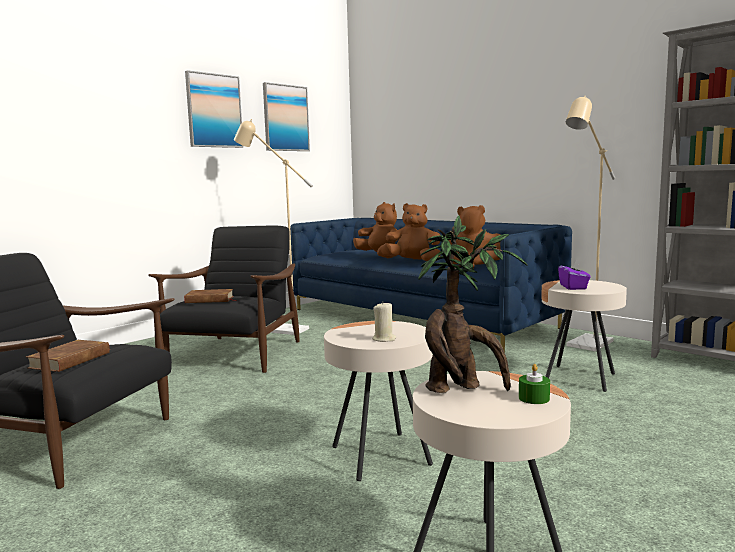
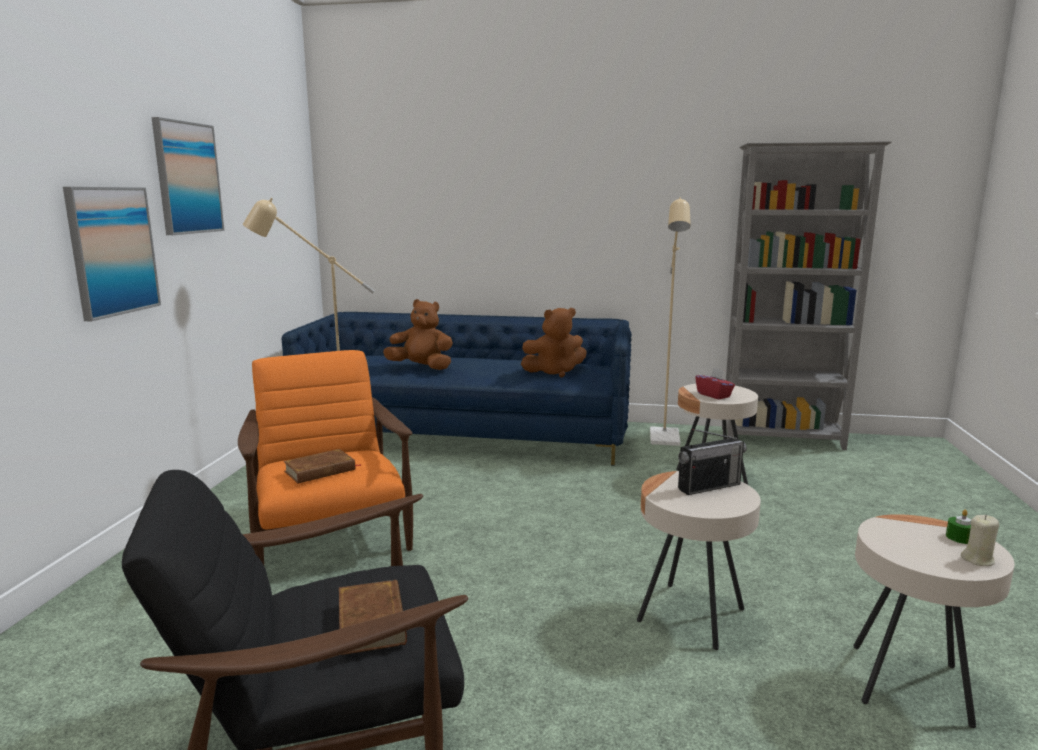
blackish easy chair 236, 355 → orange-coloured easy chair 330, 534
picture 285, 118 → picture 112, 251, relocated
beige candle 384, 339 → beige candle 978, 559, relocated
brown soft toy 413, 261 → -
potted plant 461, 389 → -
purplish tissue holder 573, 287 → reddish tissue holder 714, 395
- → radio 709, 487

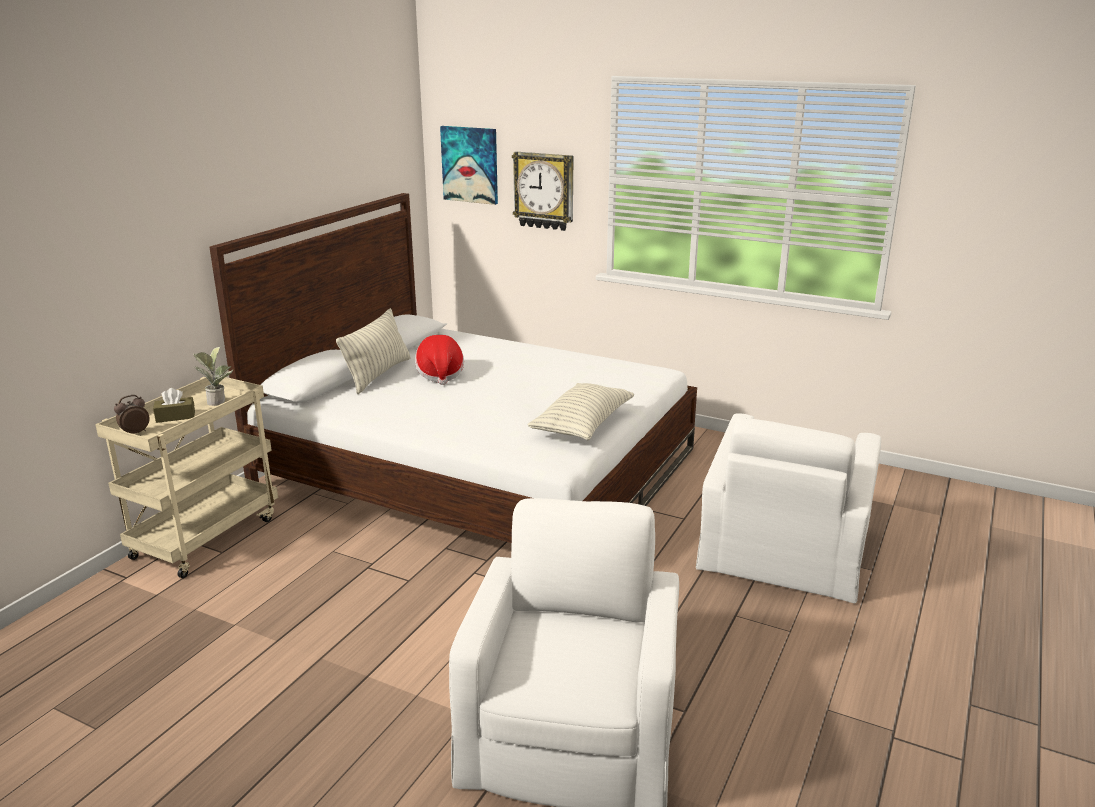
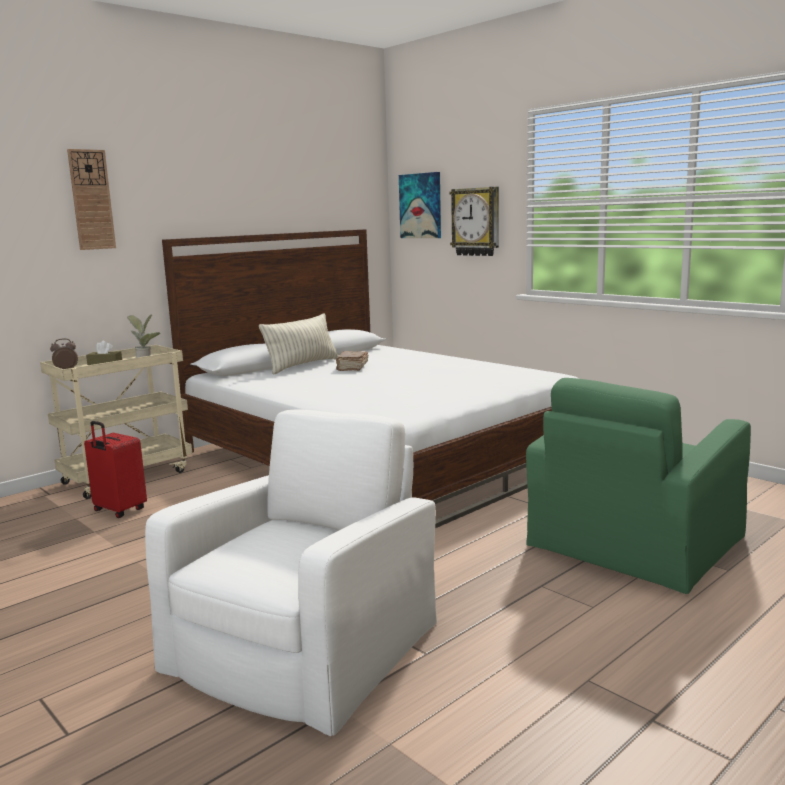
clothing hat 440, 374 → brown bound book 352, 367
cushion 582, 425 → -
white easy chair 784, 550 → green easy chair 634, 542
- → hanging clock 91, 200
- → reddish suitcase 119, 511

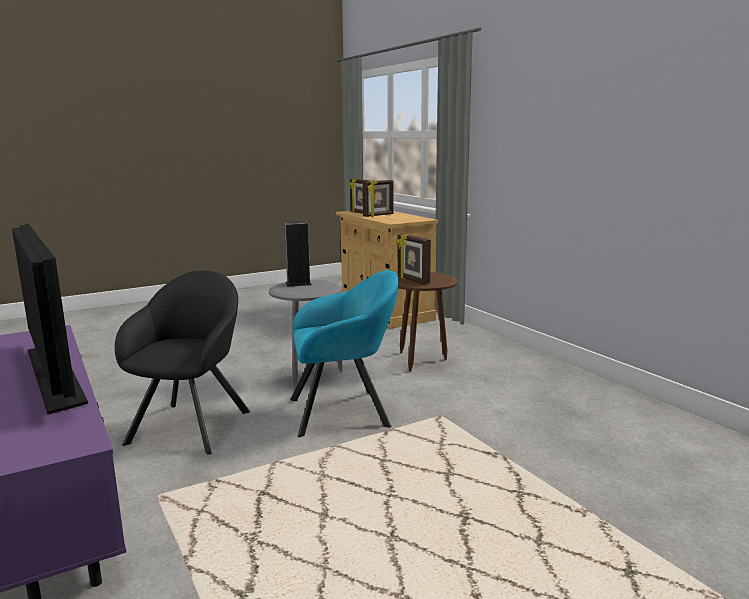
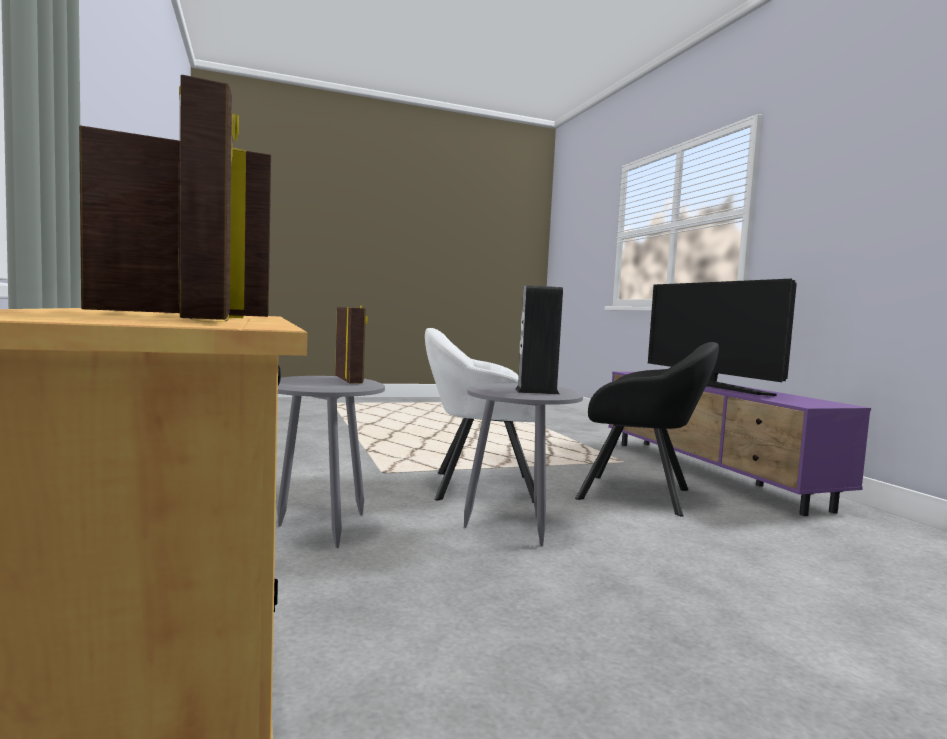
blackish easy chair 193, 424 → blackish easy chair 641, 495, 90 degrees counterclockwise
turquoise-coloured easy chair 345, 411 → white easy chair 477, 486
brown side table 422, 361 → gray side table 321, 528

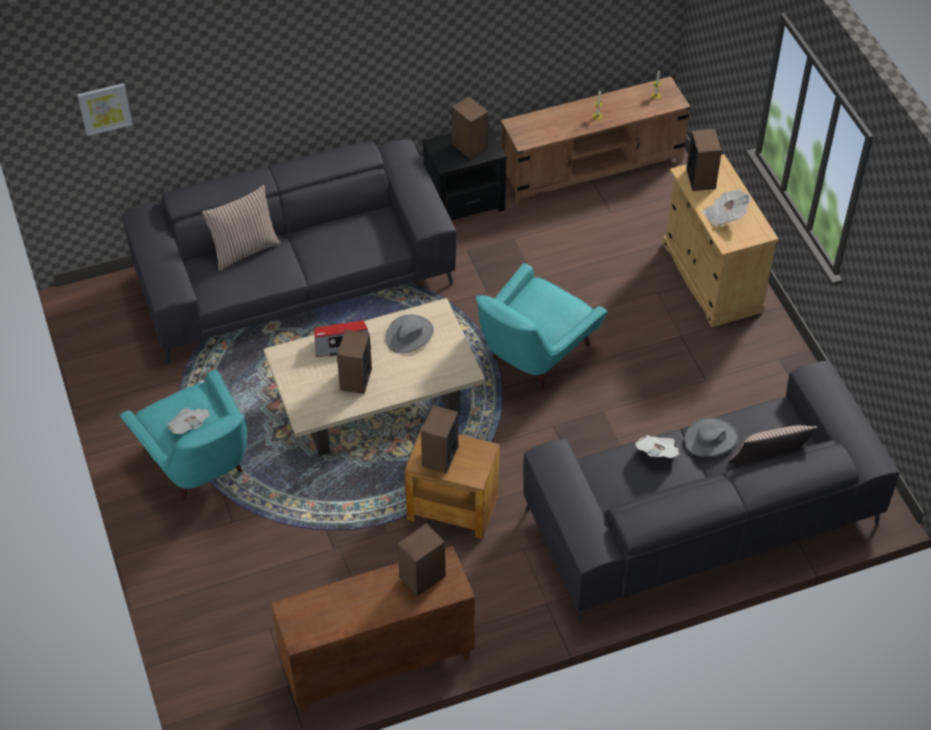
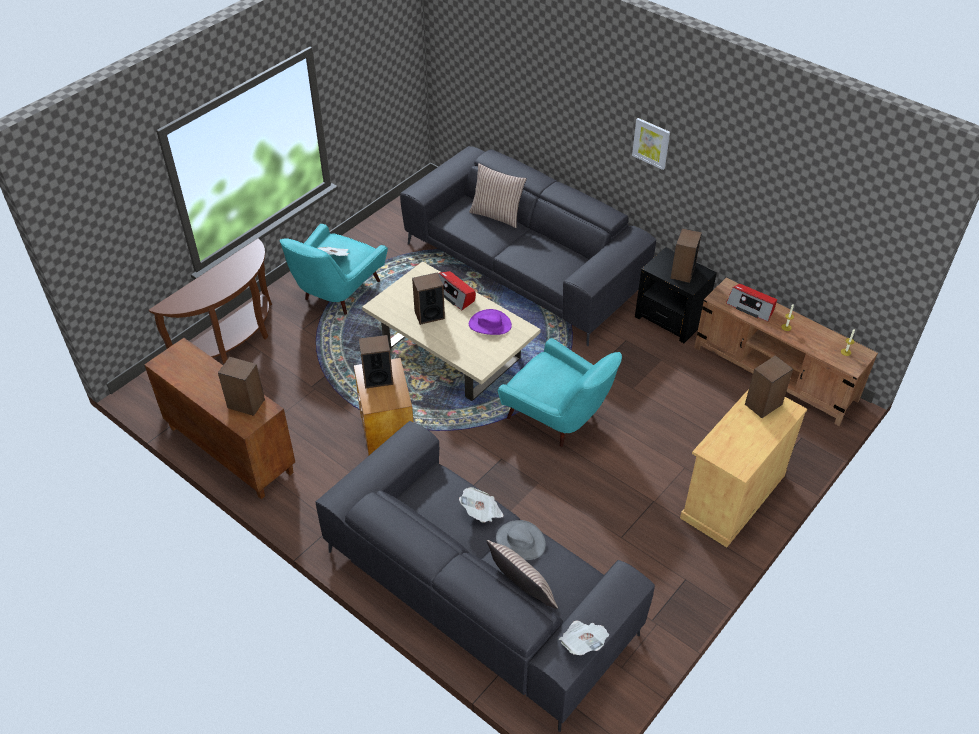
picture 104, 108 → picture 651, 143, relocated
gray clothing hat 409, 335 → purplish clothing hat 490, 324
turquoise-coloured easy chair 533, 356 → turquoise-coloured easy chair 558, 419, 150 degrees counterclockwise
printed paper 724, 215 → printed paper 582, 642, relocated
- → brown narrow table 233, 343
- → radio 751, 307

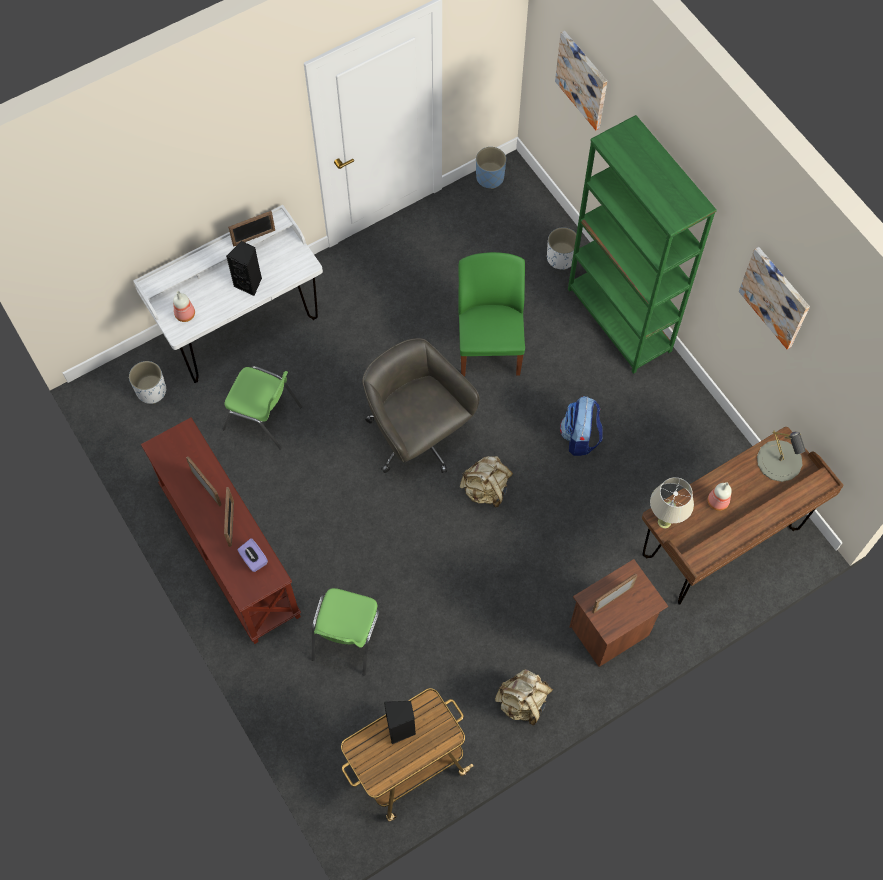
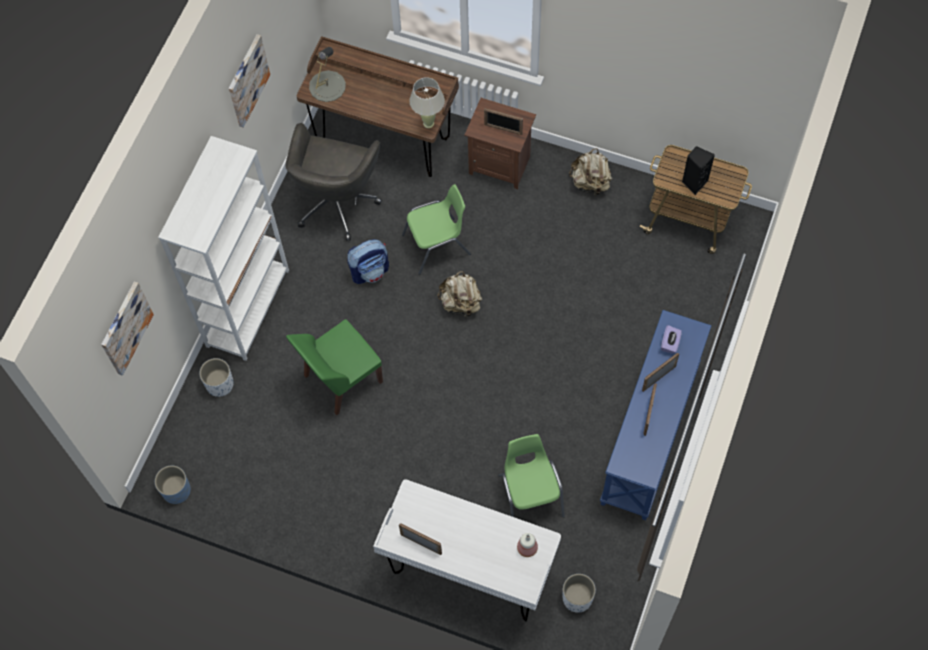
brown narrow table 229, 552 → bluish narrow table 651, 435
blackish audio speaker 249, 283 → -
green plain chair 347, 637 → green plain chair 437, 245, relocated
gray office chair 417, 437 → gray office chair 337, 201, relocated
green bookshelf 619, 320 → white bookshelf 248, 308
drink bottle 717, 502 → -

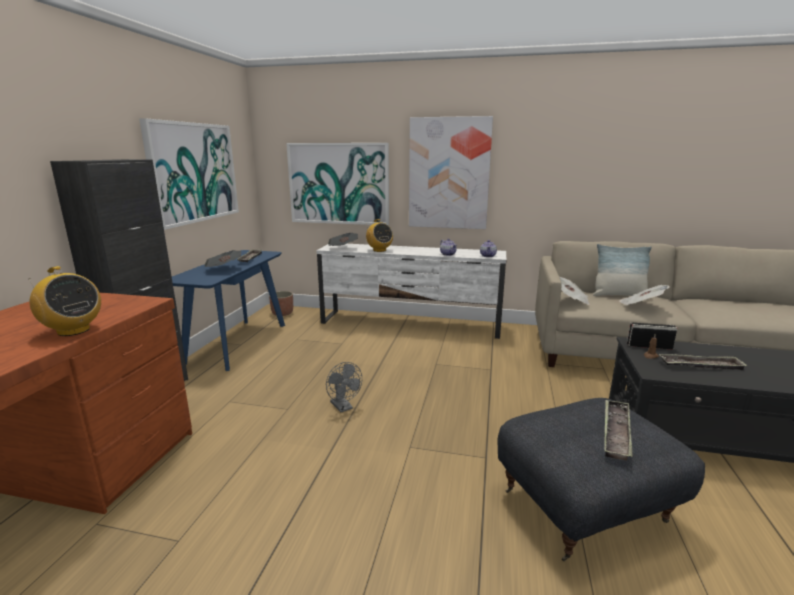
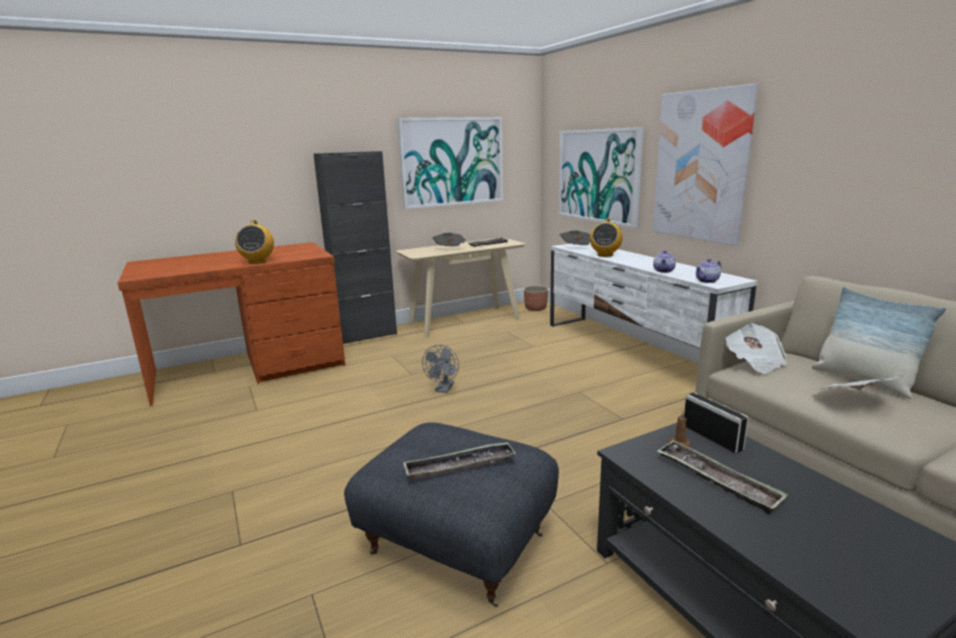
bluish narrow table 237, 343 → beige narrow table 464, 321

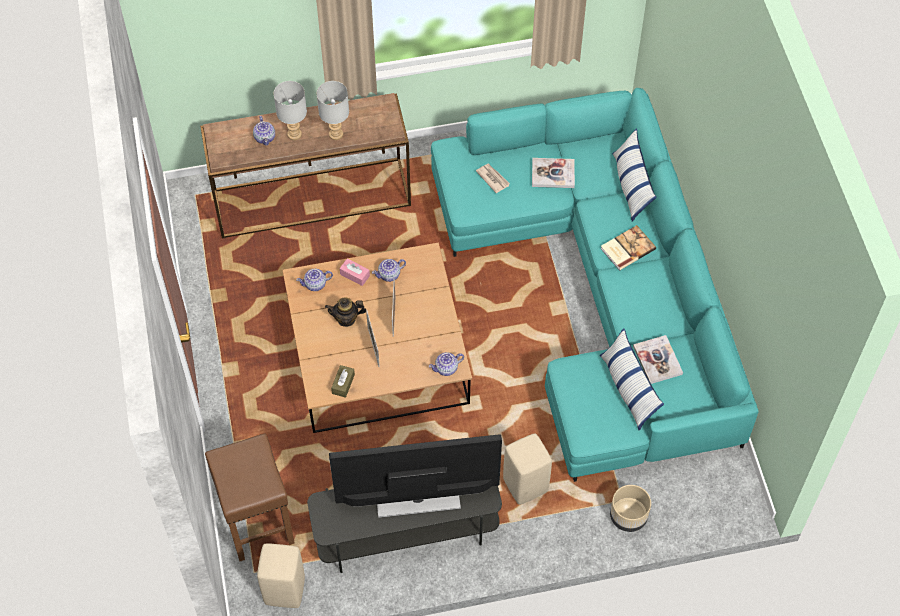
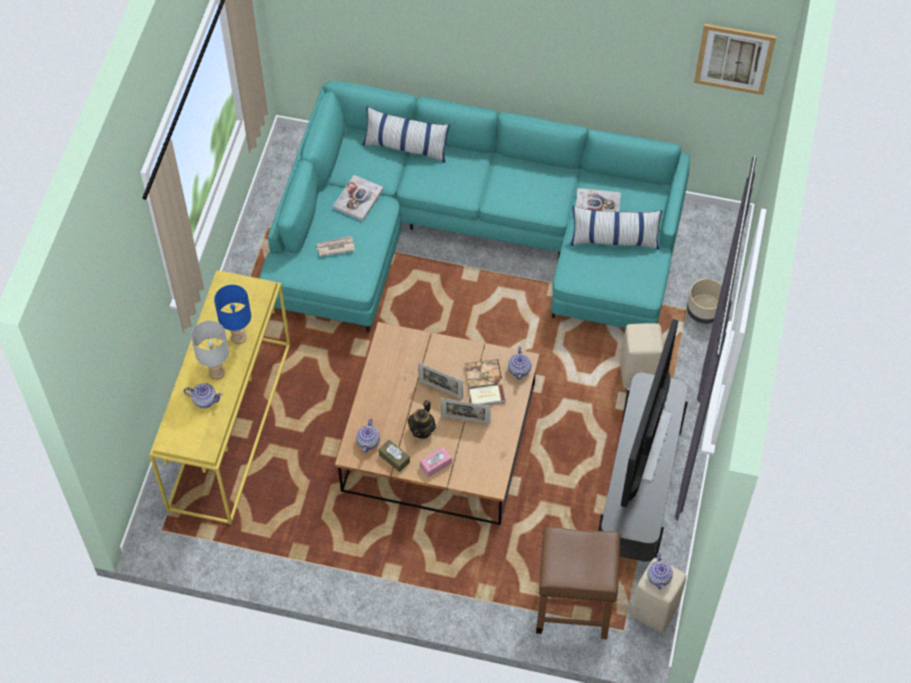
brown narrow table 313, 197 → yellow narrow table 229, 424
gray table lamp 336, 135 → bluish table lamp 239, 337
brown tissue holder 343, 384 → brown tissue holder 394, 458, relocated
pinkish tissue holder 355, 275 → pinkish tissue holder 436, 464, relocated
tea pot 389, 275 → tea pot 659, 577, relocated
bound book 627, 248 → bound book 484, 384, relocated
- → picture 734, 58

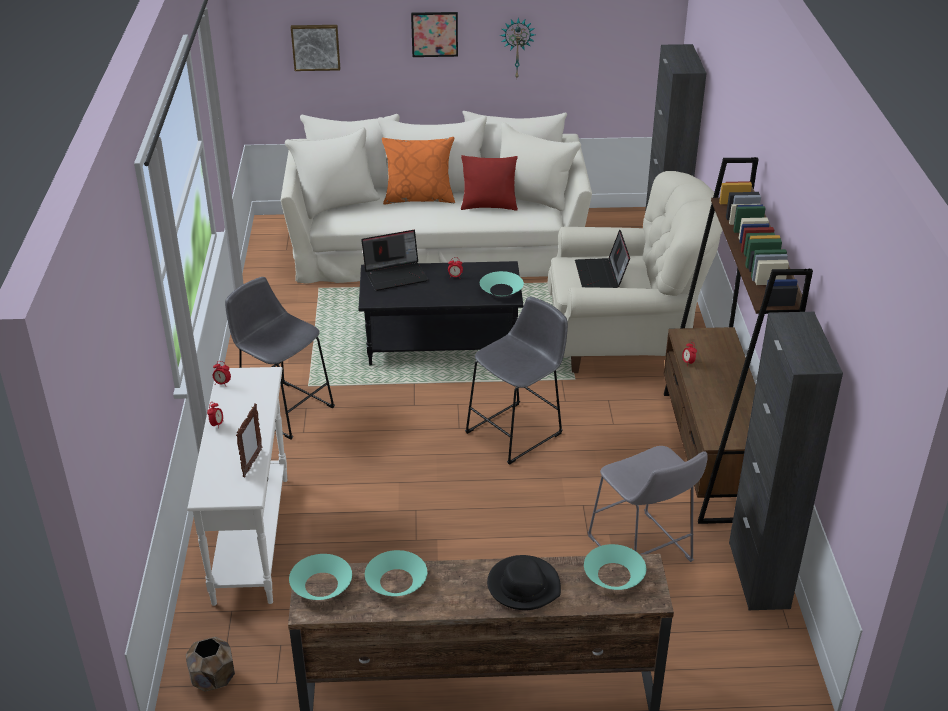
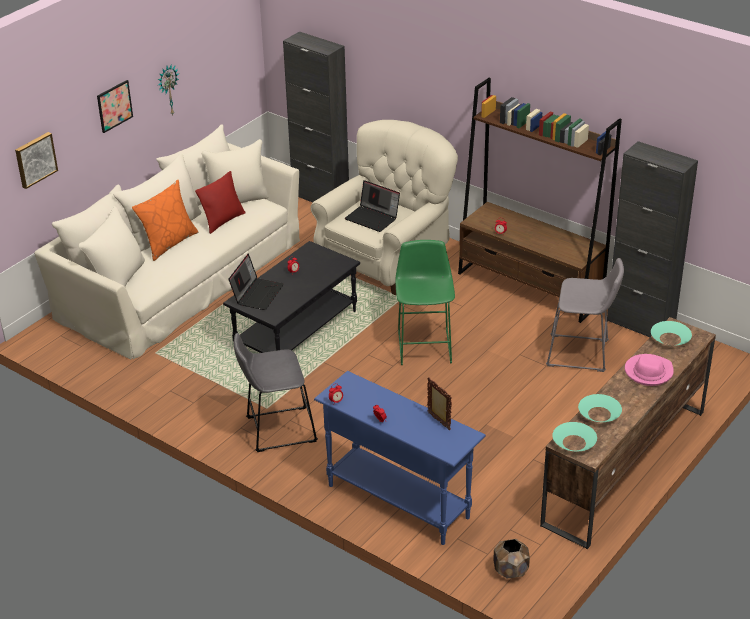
white narrow table 252, 538 → bluish narrow table 398, 501
gray sitting stool 518, 431 → green sitting stool 424, 344
turquoise-coloured deep dish 501, 290 → -
blackish clothing hat 523, 585 → pinkish clothing hat 648, 372

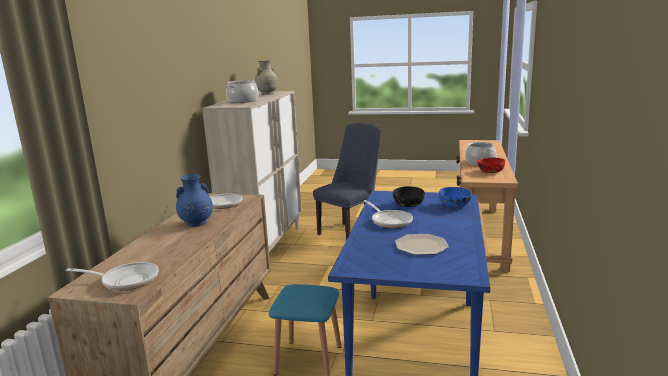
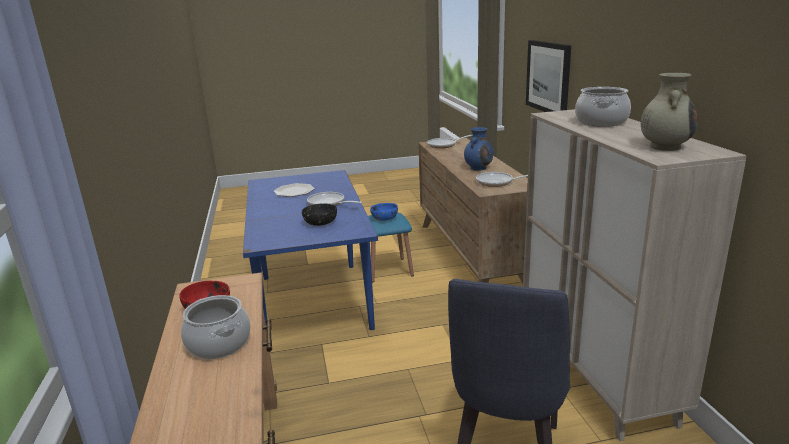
bluish deep dish 454, 205 → bluish deep dish 384, 218, relocated
- → picture 548, 77

